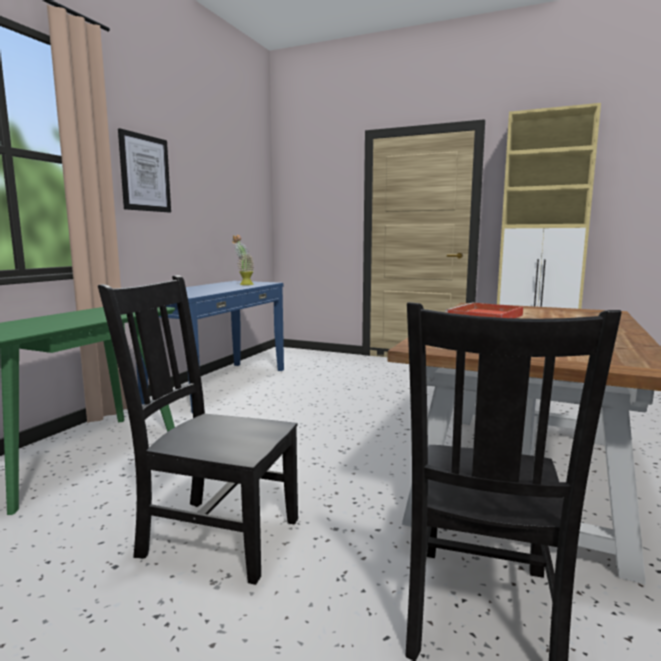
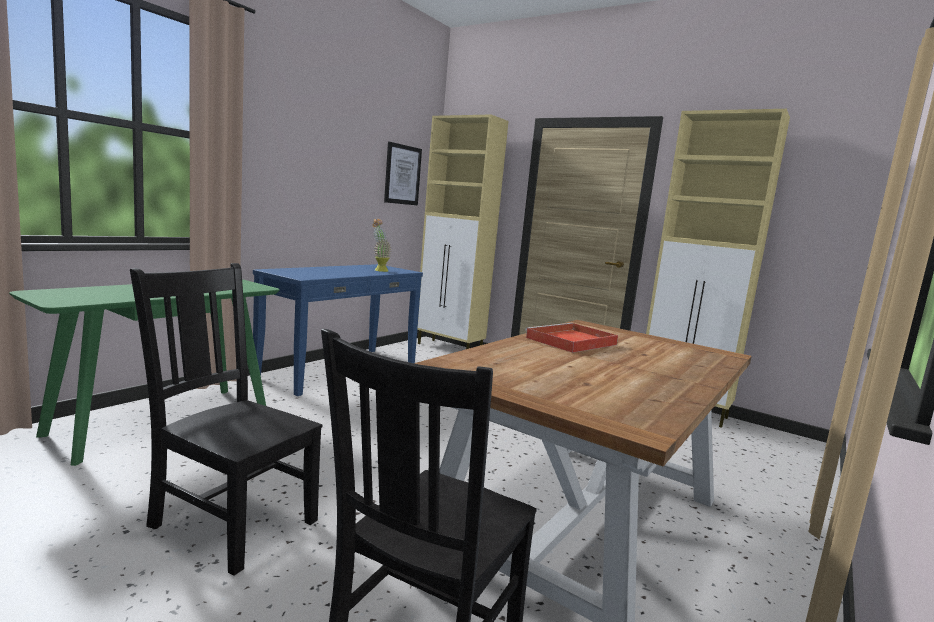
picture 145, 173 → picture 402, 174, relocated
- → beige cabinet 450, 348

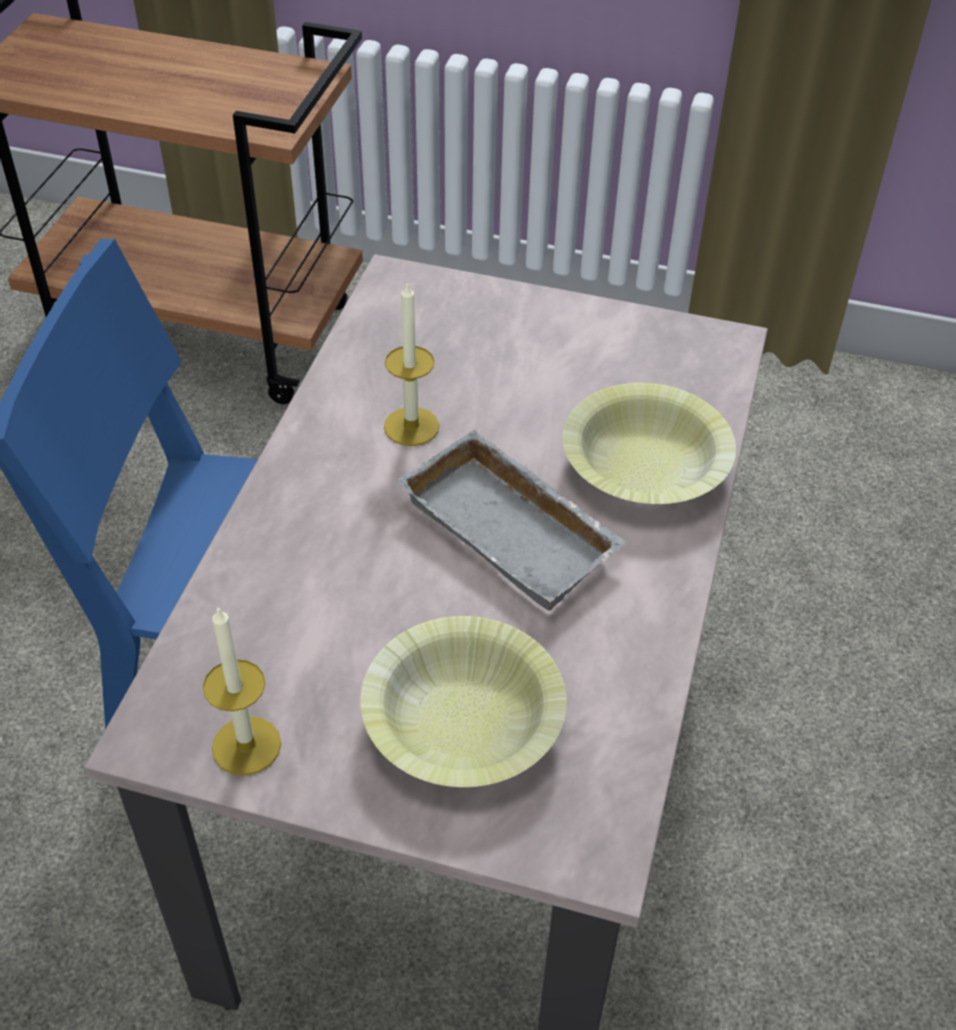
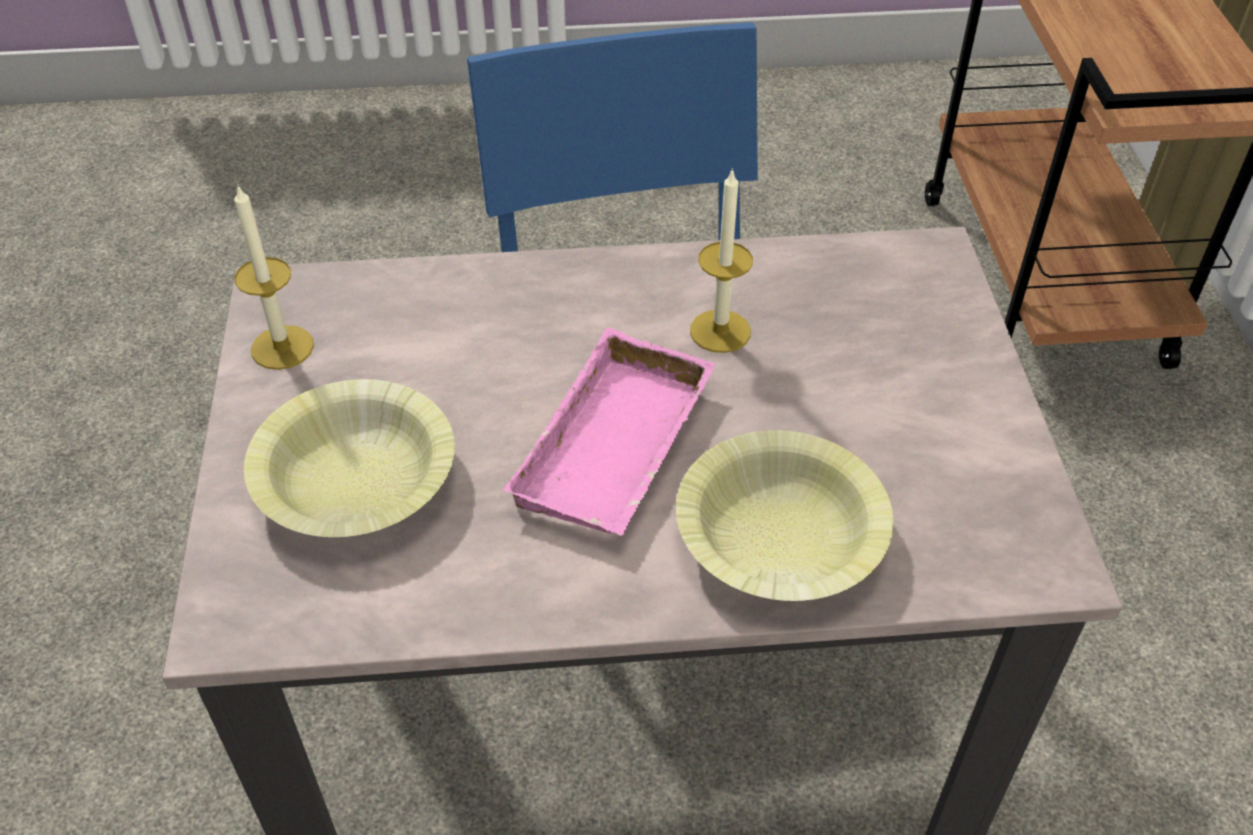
gray serving tray 515, 529 → pinkish serving tray 619, 450

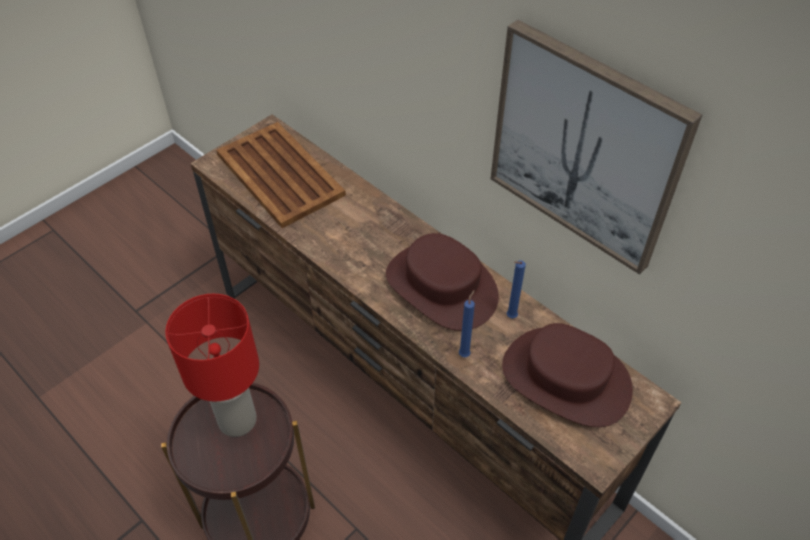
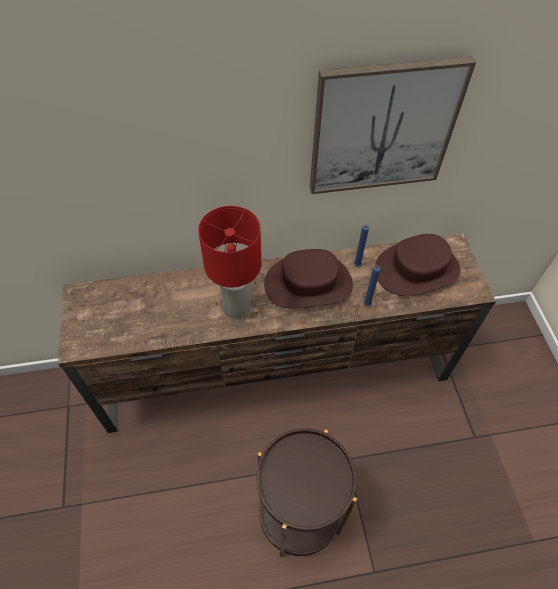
reddish table lamp 236, 421 → reddish table lamp 237, 308, relocated
brown serving tray 280, 175 → -

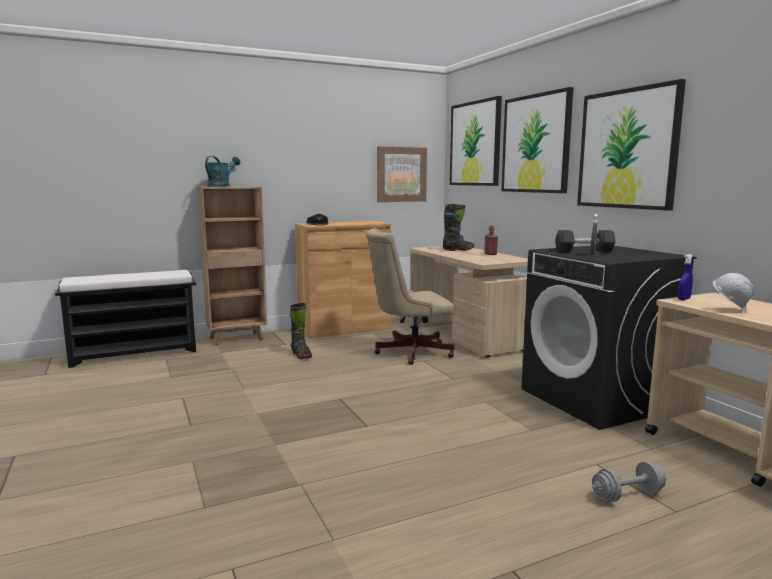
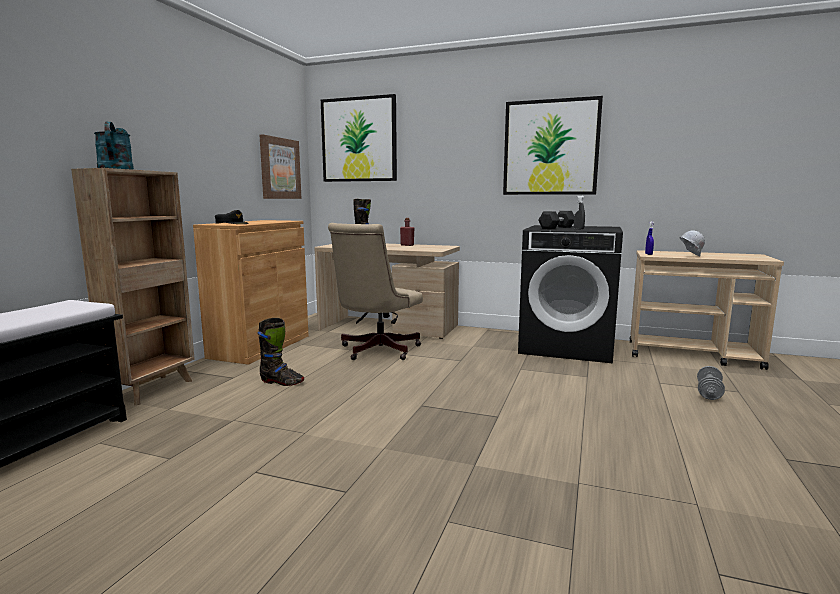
picture 536, 144 → -

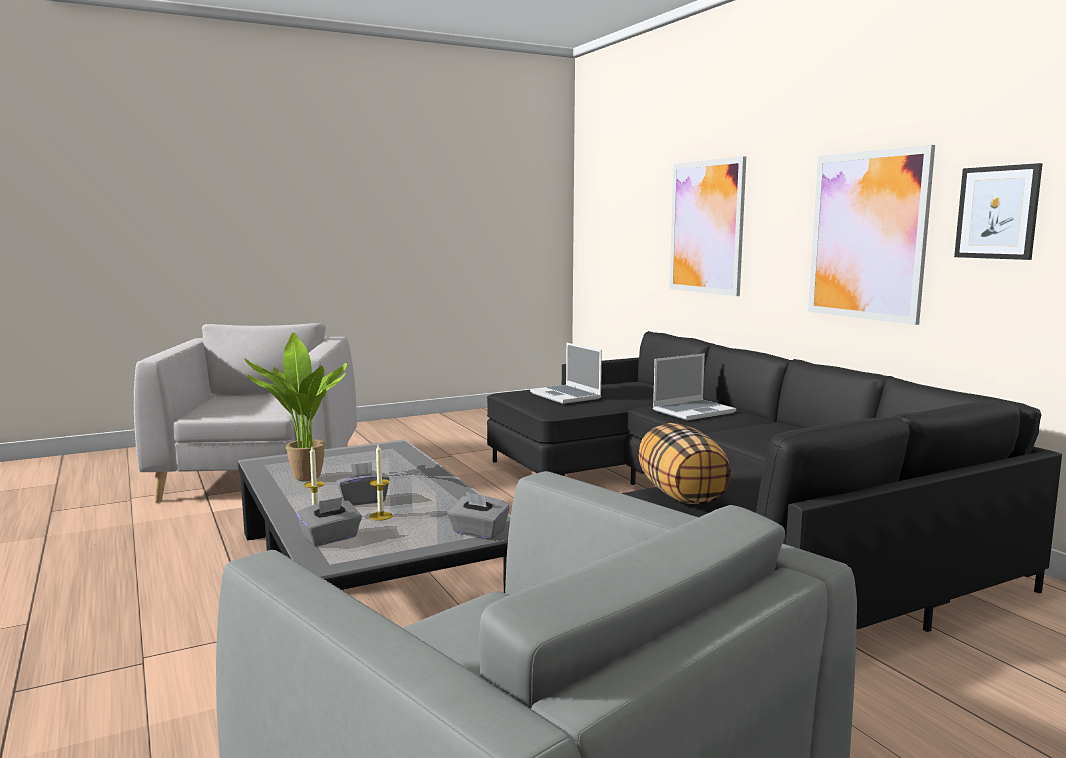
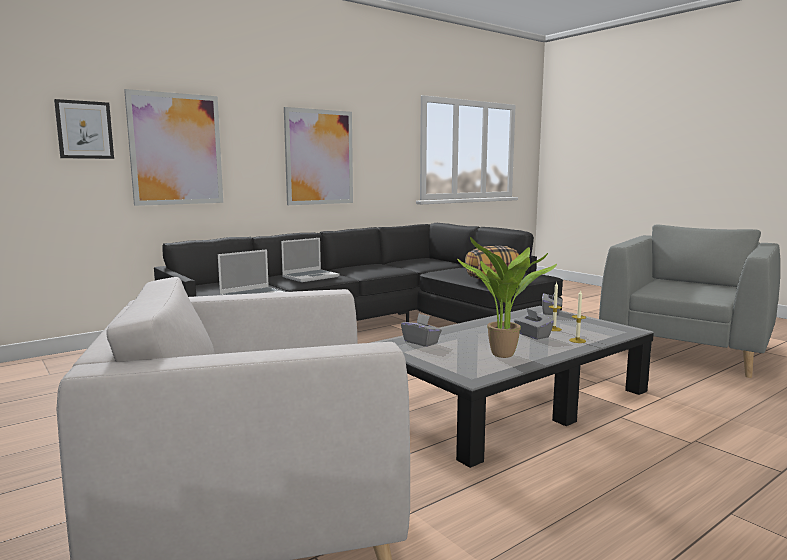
gray tissue holder 331, 538 → gray tissue holder 421, 342, relocated
laptop 693, 411 → laptop 311, 277, 90 degrees clockwise
picture 997, 212 → picture 84, 130, relocated

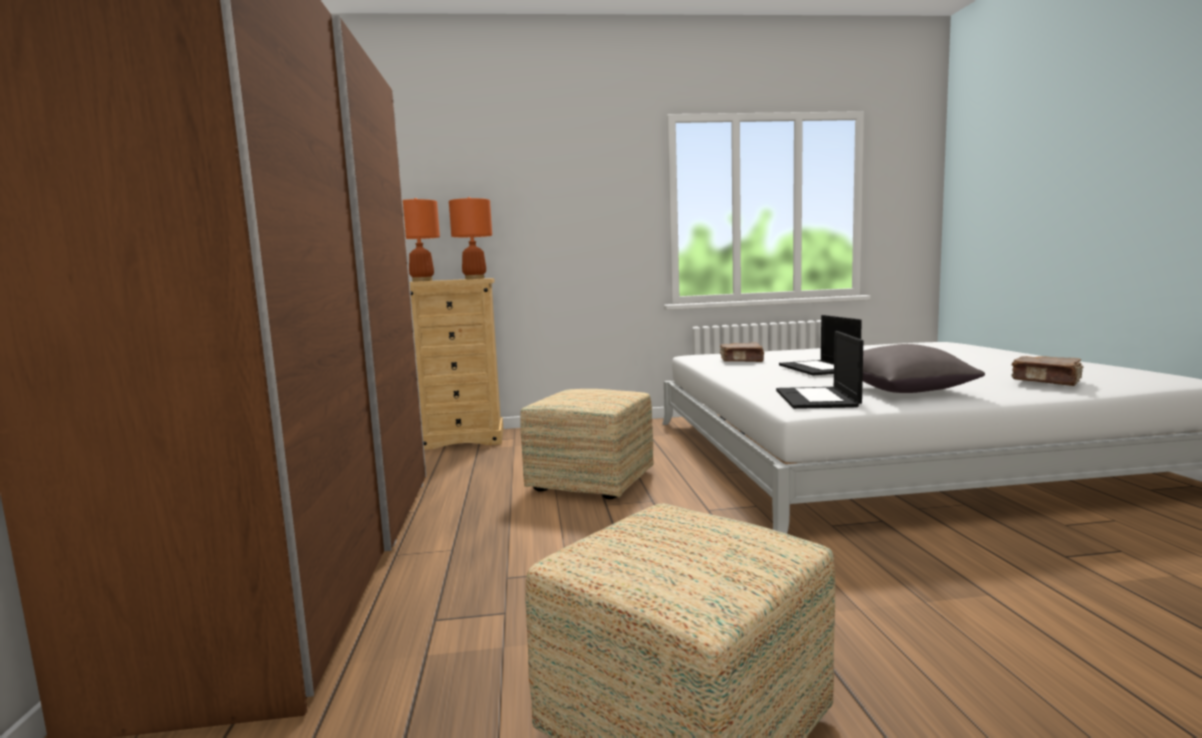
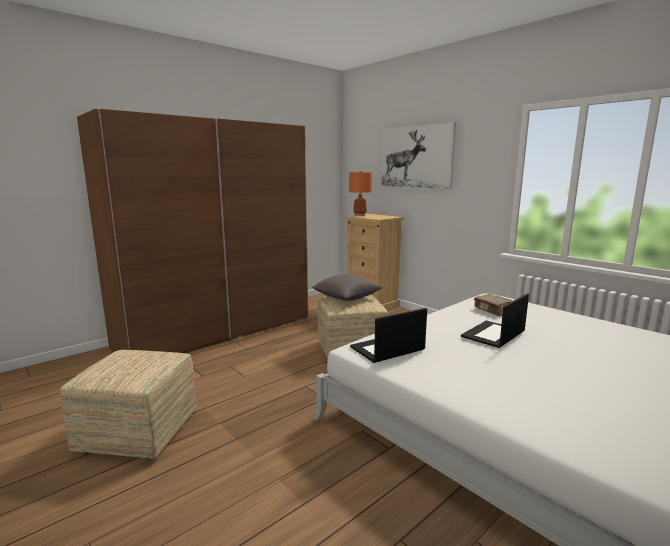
orange-coloured table lamp 475, 278 → -
gray cushion 903, 391 → gray cushion 346, 297, relocated
brown bound book 1047, 381 → -
- → picture 416, 157

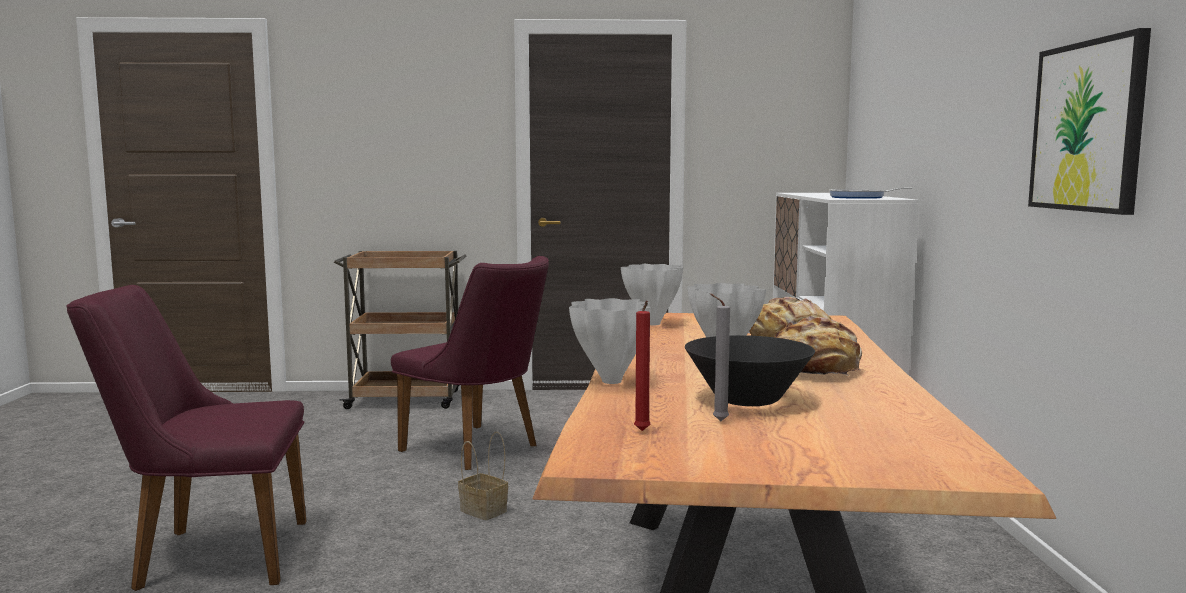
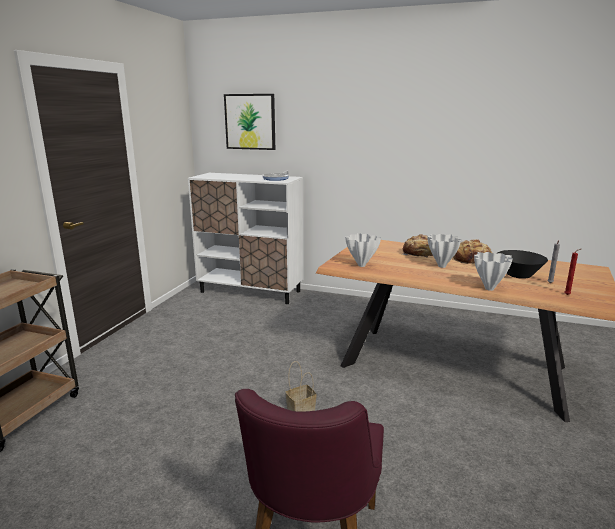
purplish plain chair 479, 450 → -
picture 1088, 126 → picture 250, 122, relocated

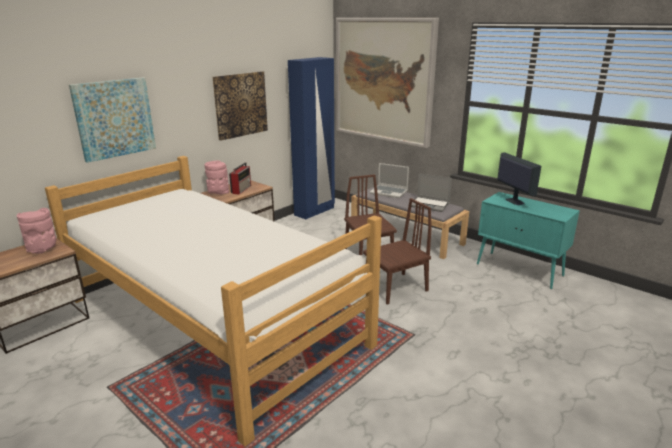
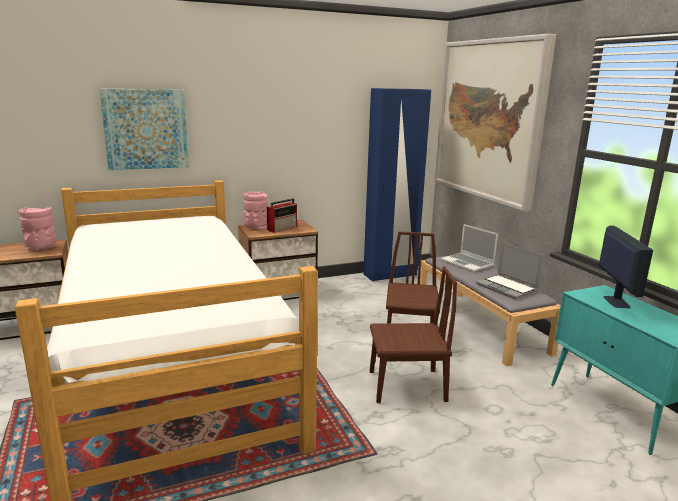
picture 240, 105 → -

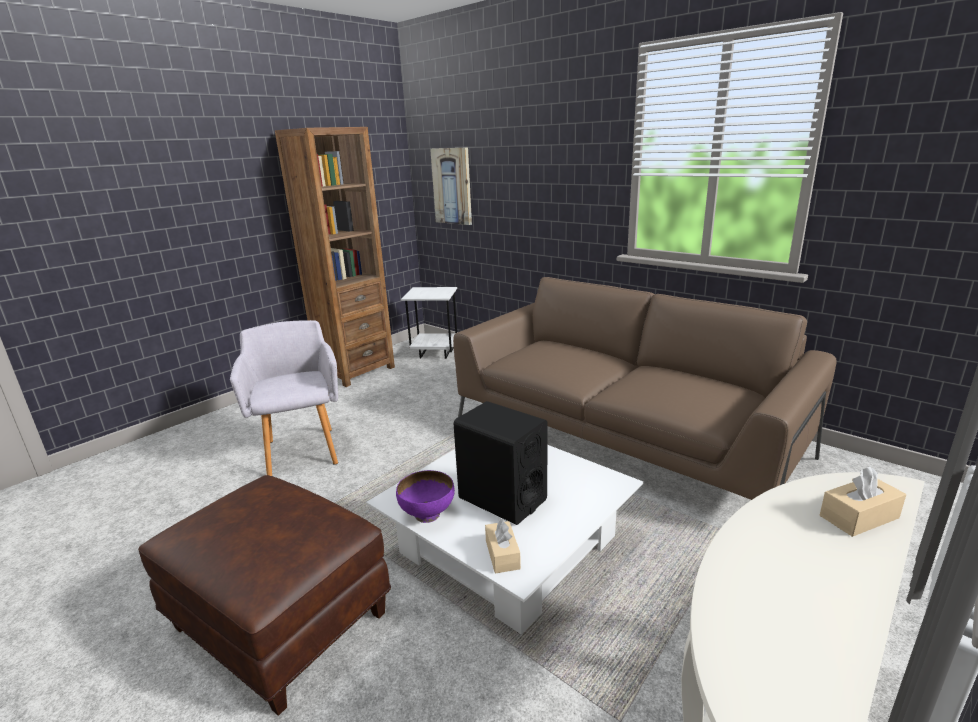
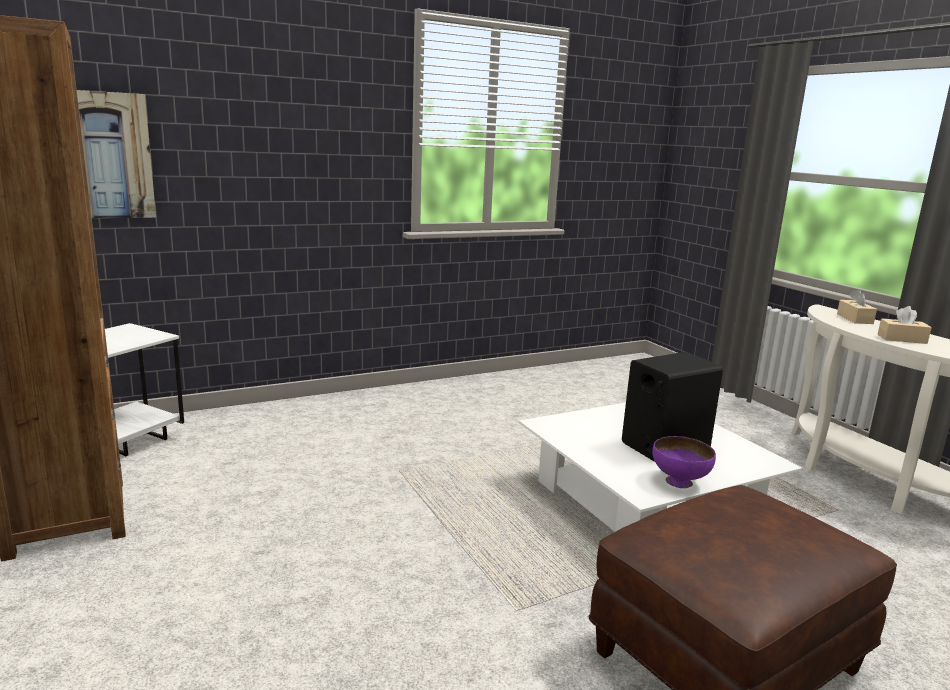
gray easy chair 302, 449 → -
brown settee 622, 437 → -
beige tissue holder 502, 554 → beige tissue holder 902, 339, relocated

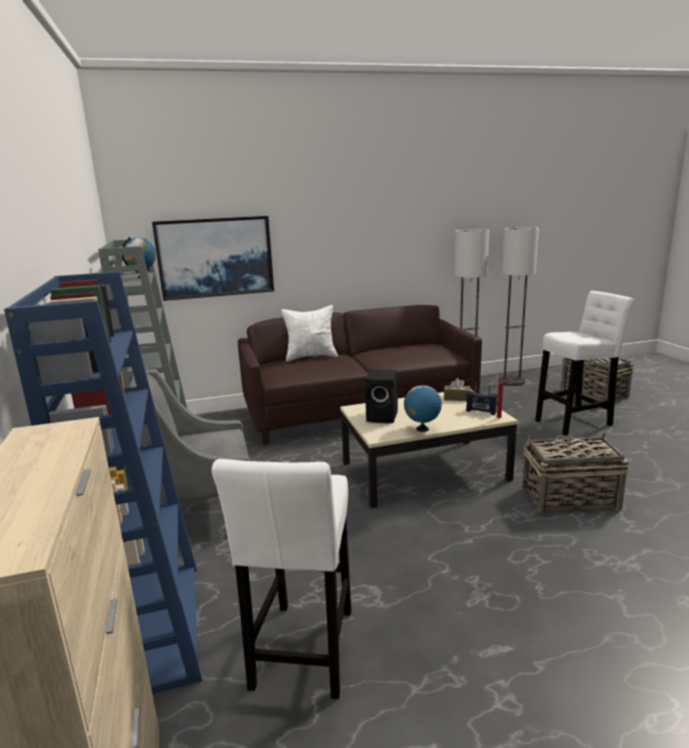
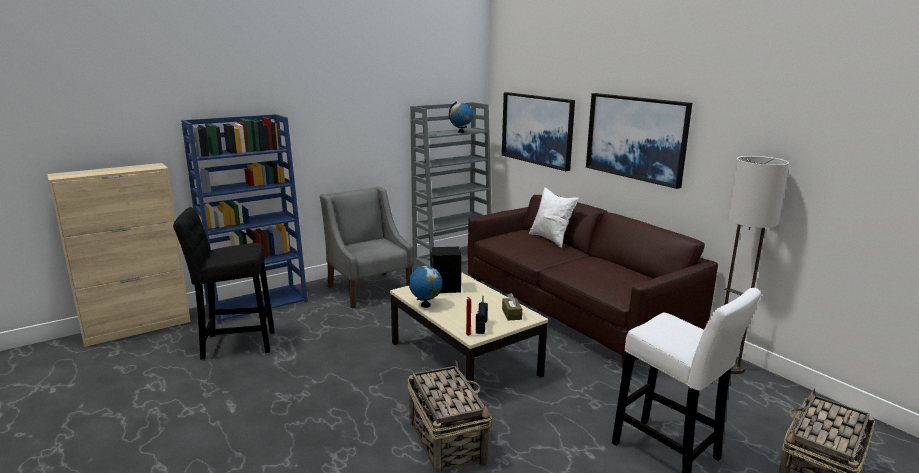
white sitting stool 303, 654 → blackish sitting stool 234, 344
standing lamp 512, 381 → -
- → picture 636, 137

